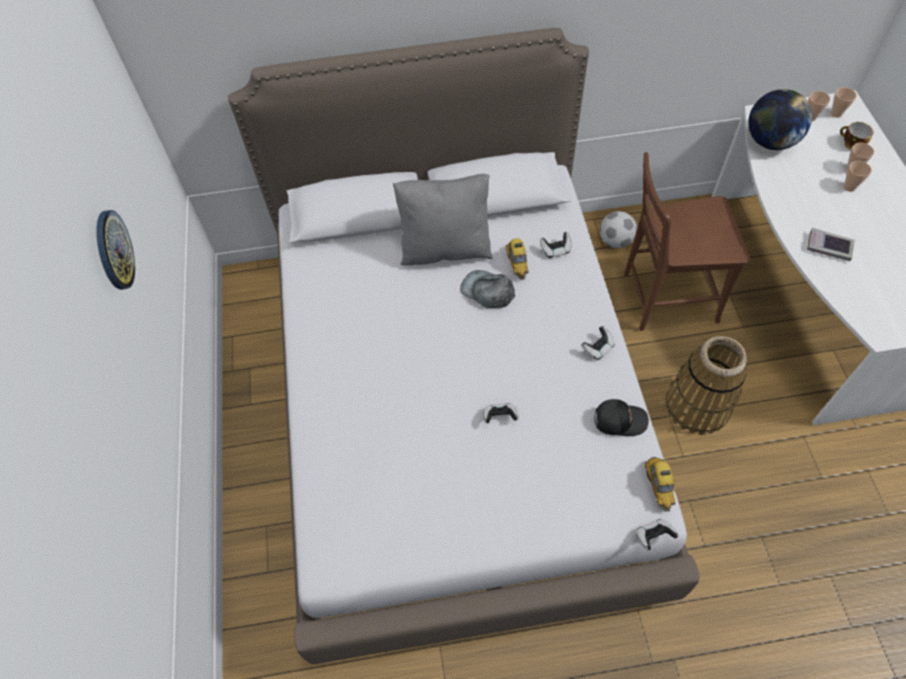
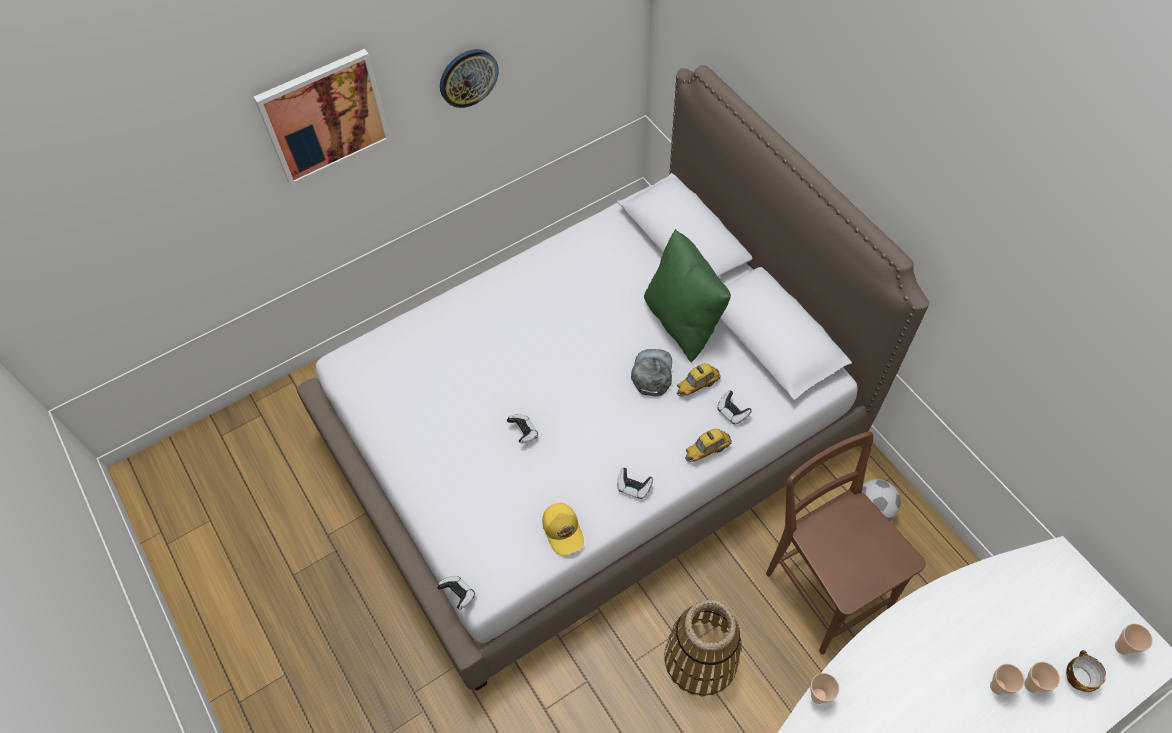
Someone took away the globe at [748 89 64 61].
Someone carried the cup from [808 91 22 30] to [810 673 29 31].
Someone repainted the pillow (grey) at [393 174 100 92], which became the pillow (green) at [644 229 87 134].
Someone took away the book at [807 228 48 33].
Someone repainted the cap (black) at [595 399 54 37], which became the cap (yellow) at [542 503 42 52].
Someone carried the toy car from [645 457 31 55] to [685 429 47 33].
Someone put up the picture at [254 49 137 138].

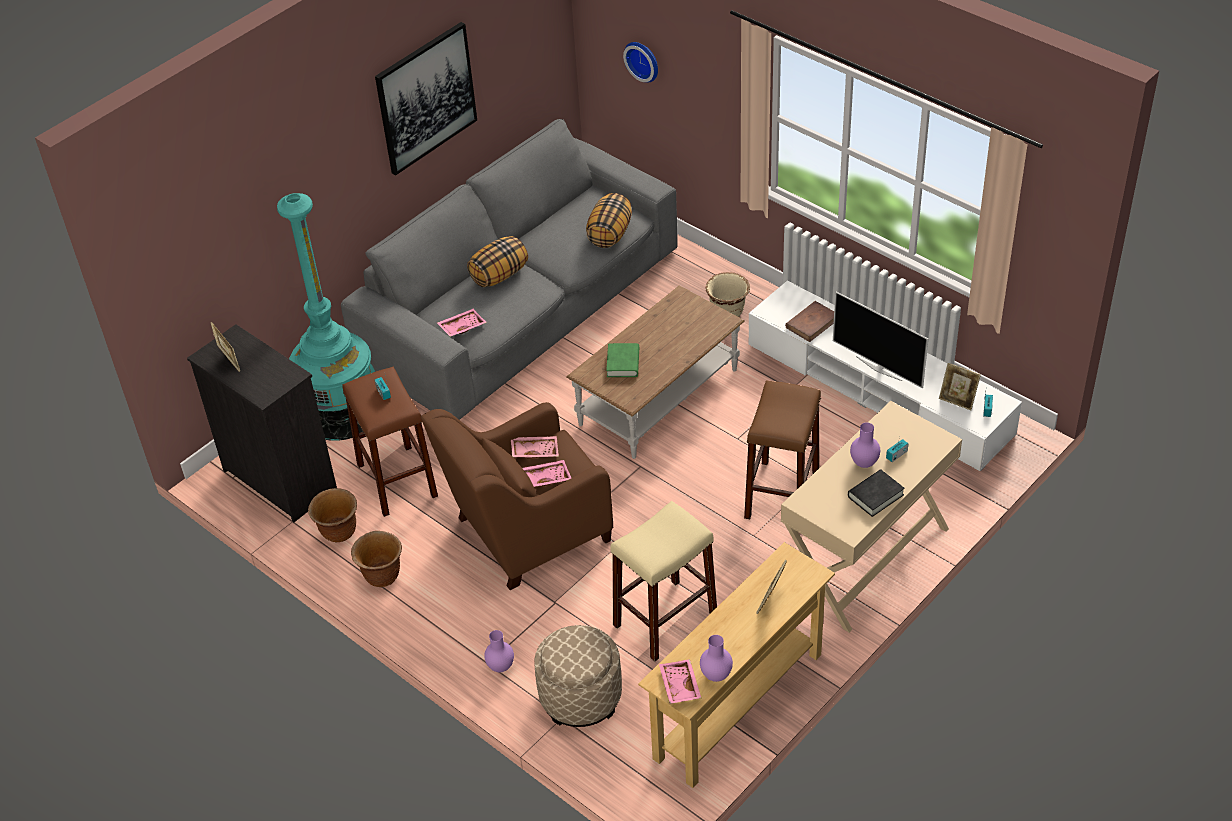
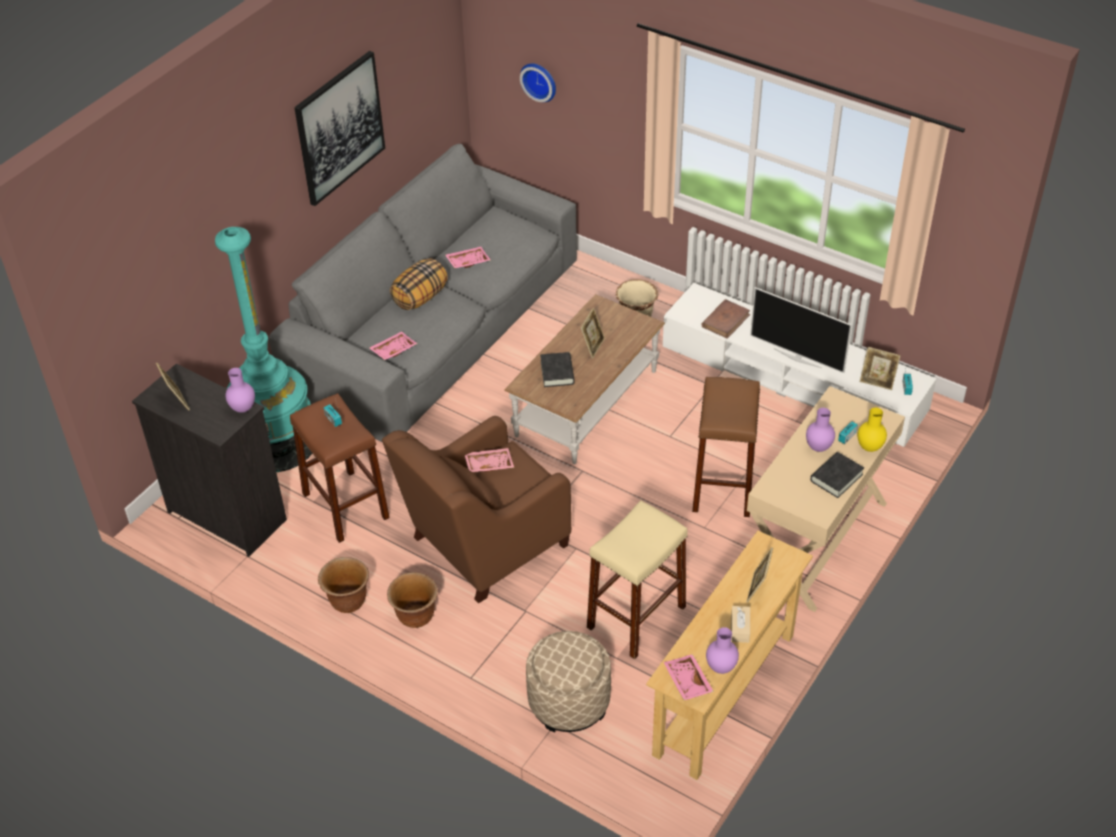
Someone took away the pillow at [586 193 46 55].
Someone repainted the book (green) at [606 343 33 34], which became the book (black) at [540 352 35 35].
Someone carried the tray (pink) from [523 460 48 27] to [445 247 46 21].
Someone carried the planter (brown) from [308 488 49 54] to [387 572 51 56].
Someone carried the vase (purple) from [484 630 30 42] to [225 368 30 45].
Someone put down the picture frame at [581 308 24 51].
Someone put down the vase (yellow) at [857 408 30 44].
Someone put down the tissue box (beige) at [731 606 19 37].

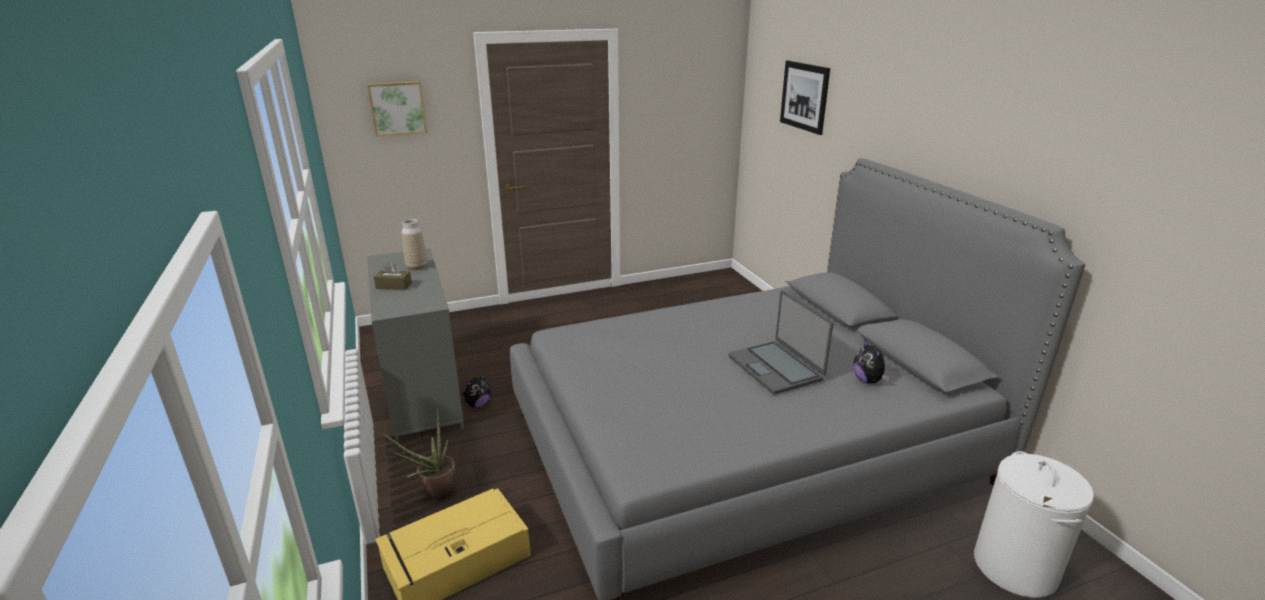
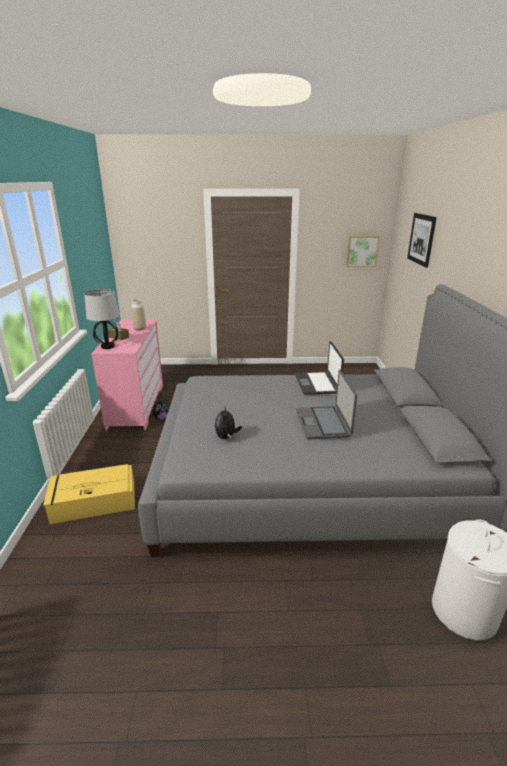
Someone carried the picture from [367 81 60 56] to [346 236 34 31].
Someone repainted the dresser (grey) at [367 248 97 195], which became the dresser (pink) at [91 320 72 111].
Someone carried the plush toy from [853 338 37 46] to [215 405 27 34].
Someone took away the potted plant at [381 409 74 91].
Someone put down the table lamp at [84 289 36 60].
Someone put down the laptop at [295 341 49 54].

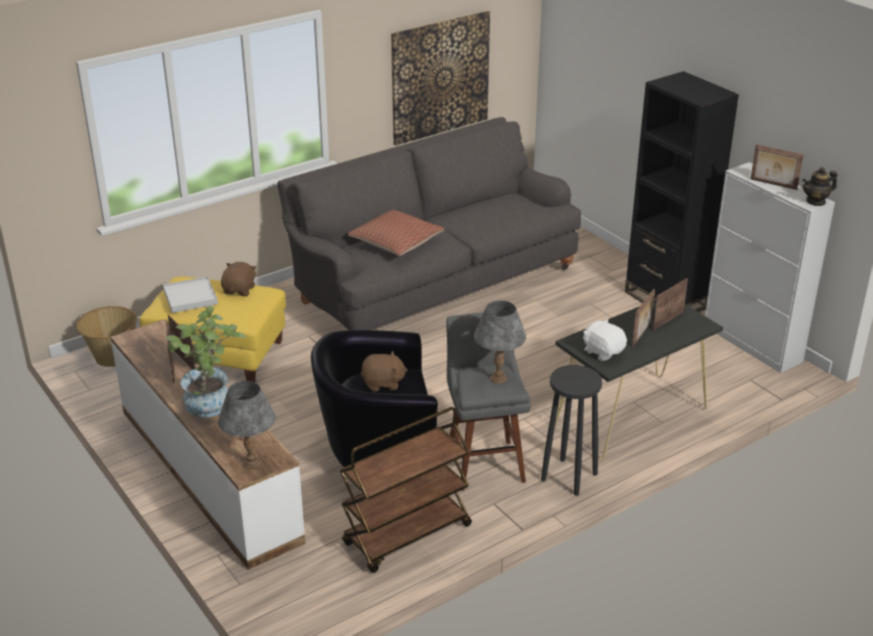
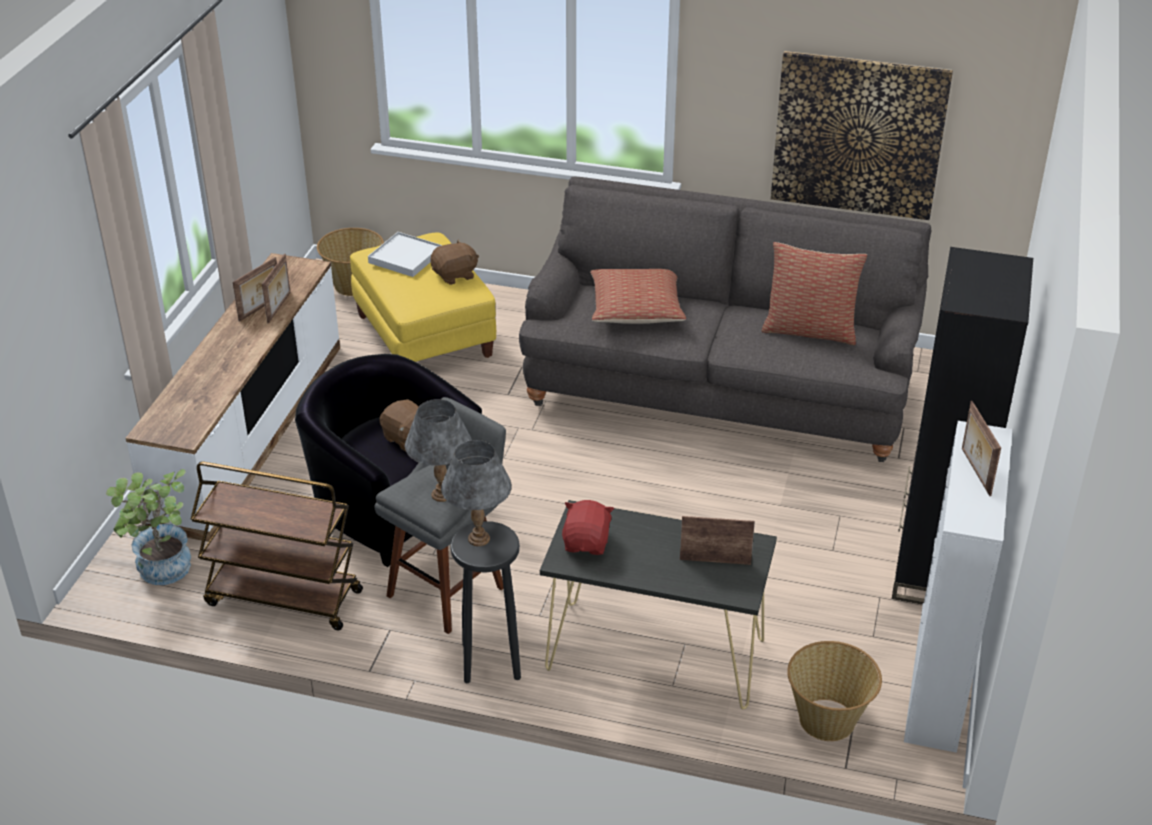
Someone took away the teapot at [802 167 35 39].
Someone took away the picture frame at [632 289 23 58].
Someone carried the potted plant from [165 306 81 111] to [106 469 85 116].
Someone repainted the plush toy (white) at [583 319 44 42], which became the plush toy (red) at [562 500 52 55].
Someone carried the table lamp (grey) from [218 381 58 88] to [441 440 71 106].
Someone put down the pillow at [762 242 105 103].
Someone put down the basket at [787 641 95 100].

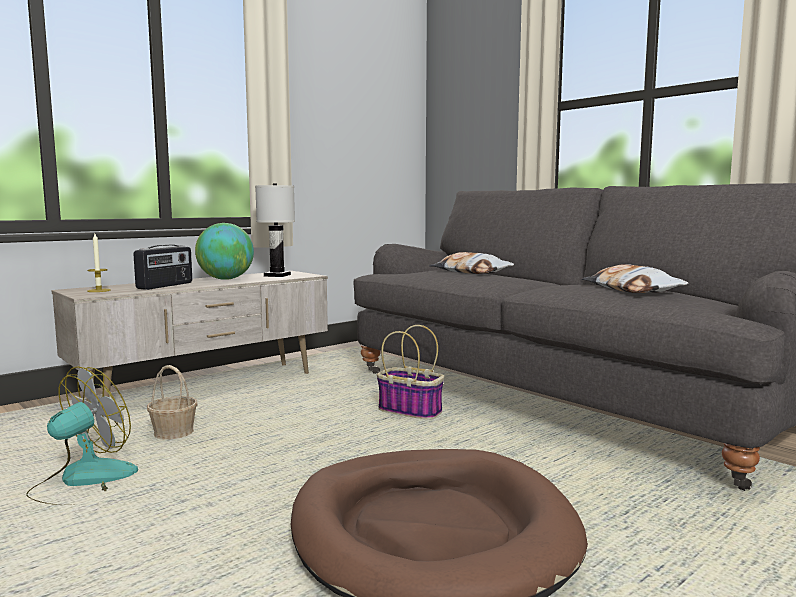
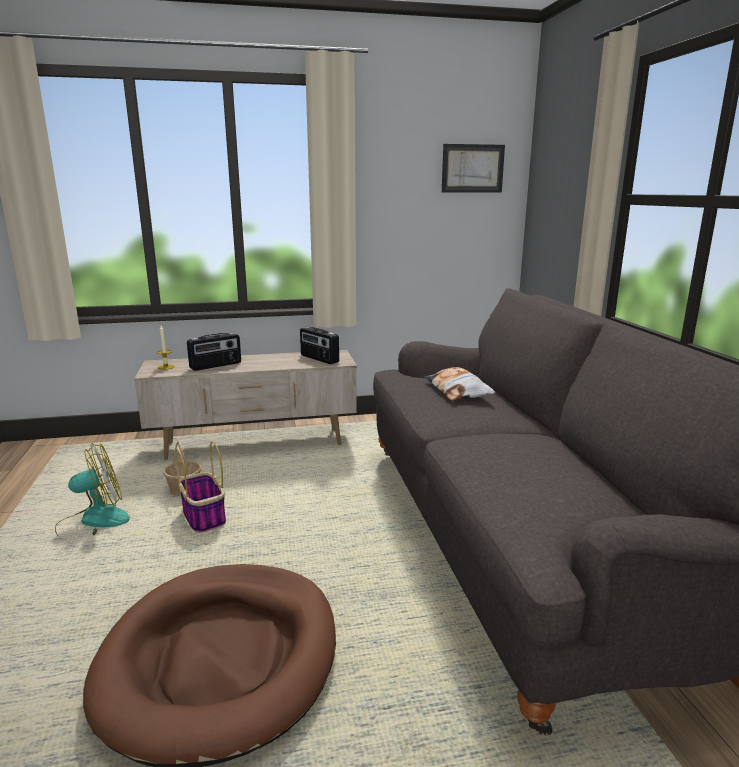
Someone swapped the table lamp (white) at [255 183 40 94] for the radio at [300 327 39 37].
Someone took away the globe at [195 223 59 57].
Someone took away the pillow at [581 264 107 29].
Someone carried the basket from [377 325 67 94] to [175 441 51 92].
Someone put up the picture at [442 144 63 49].

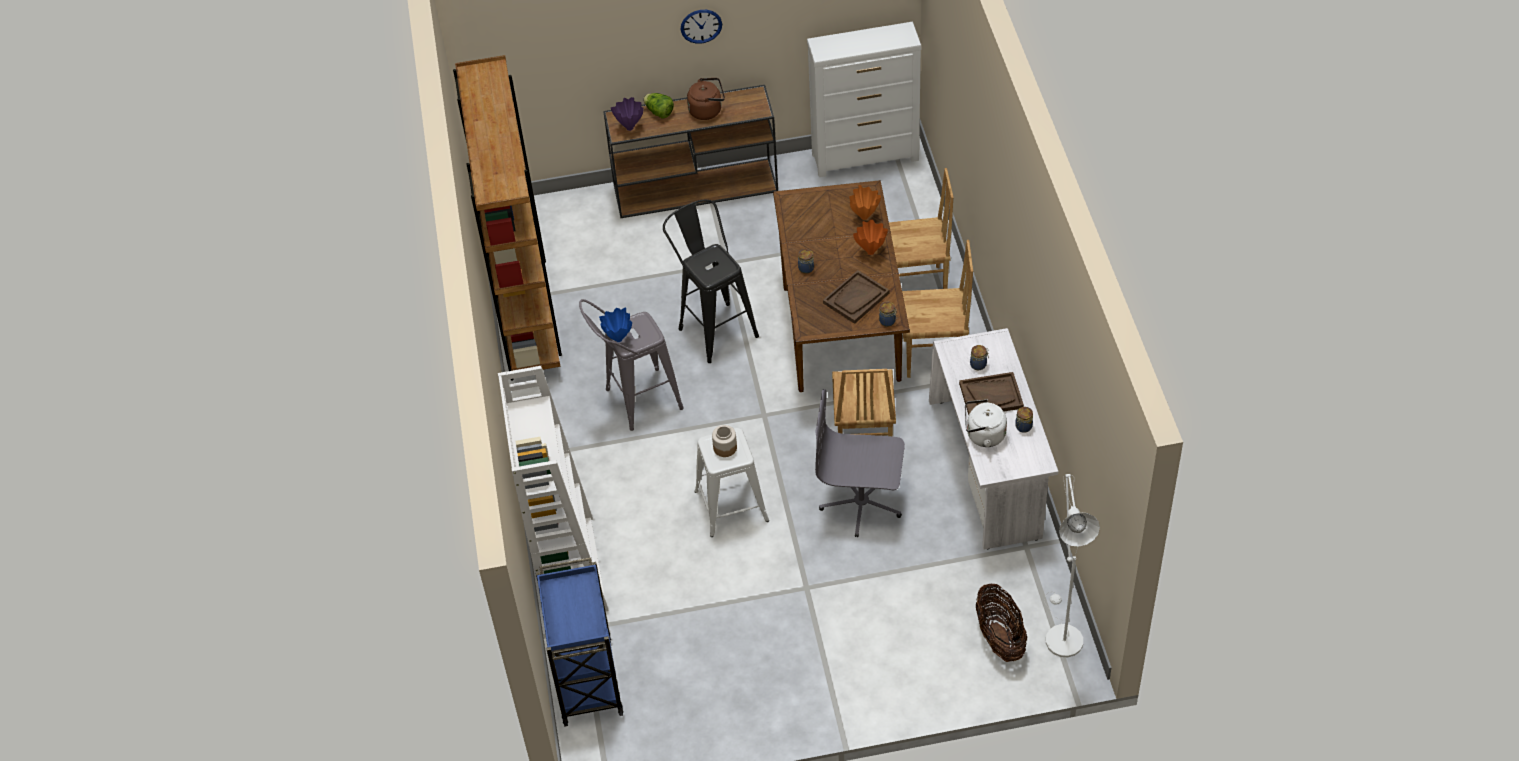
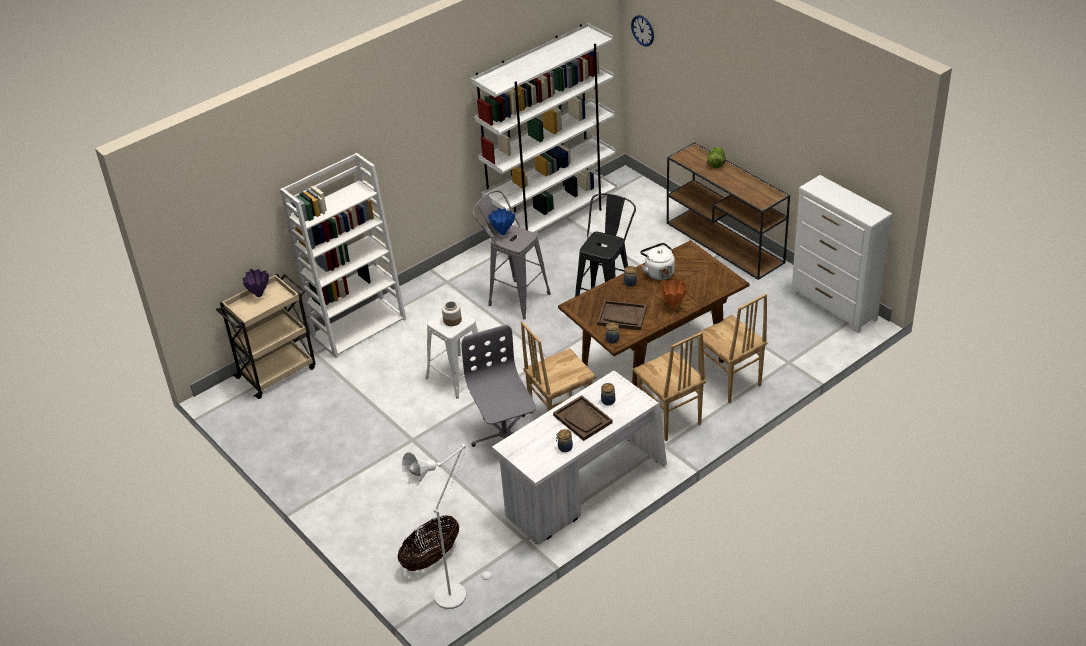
Someone carried the wall clock from [680 10 42 34] to [631 15 23 32].
Someone repainted the bookcase (brown) at [453 55 109 325], which became the bookcase (white) at [470 23 147 215].
Someone took away the kettle (brown) at [687 78 38 42].
Someone carried the vase (purple) from [611 97 33 34] to [243 269 26 28].
Someone took away the vase (orange) at [849 185 32 35].
Someone carried the kettle (white) from [965 399 42 48] to [640 243 35 37].
Someone repainted the cart (blue) at [536 557 88 170], which became the cart (beige) at [216 274 100 125].

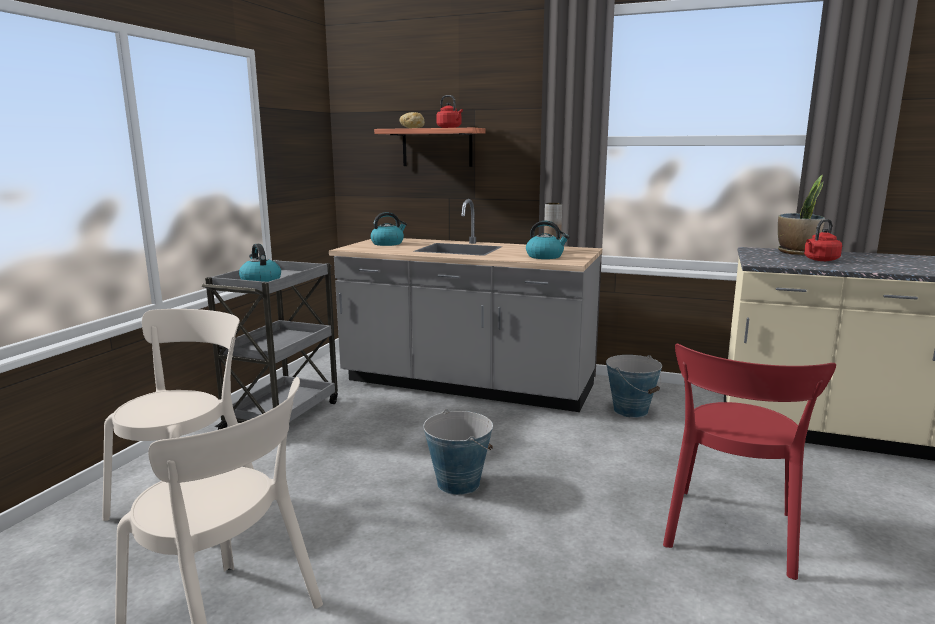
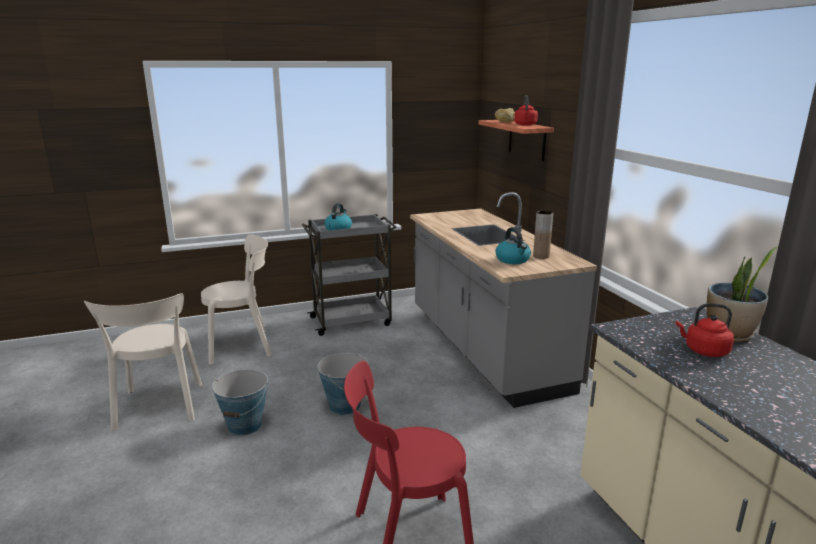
Someone took away the kettle at [370 212 37 34].
Someone carried the bucket from [606 355 56 63] to [212 369 56 67].

